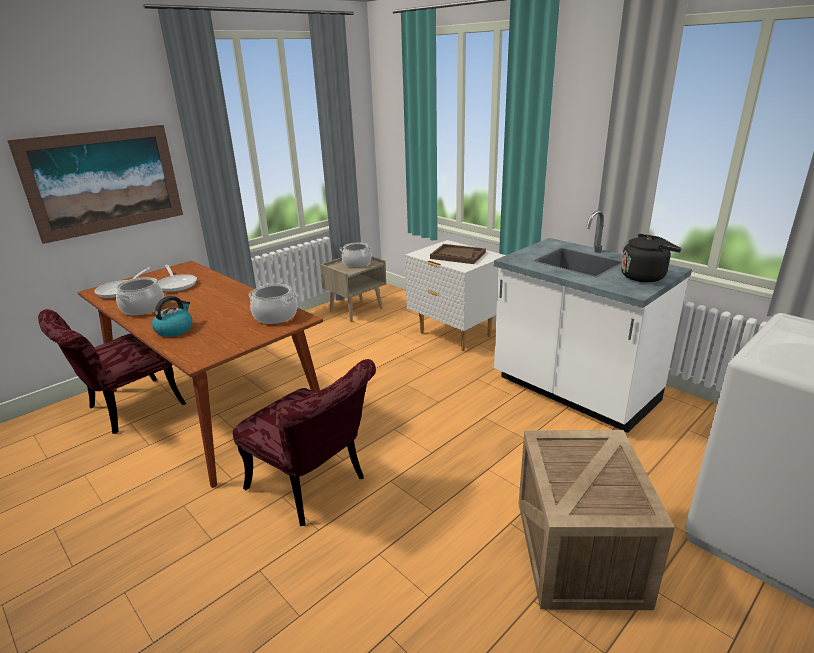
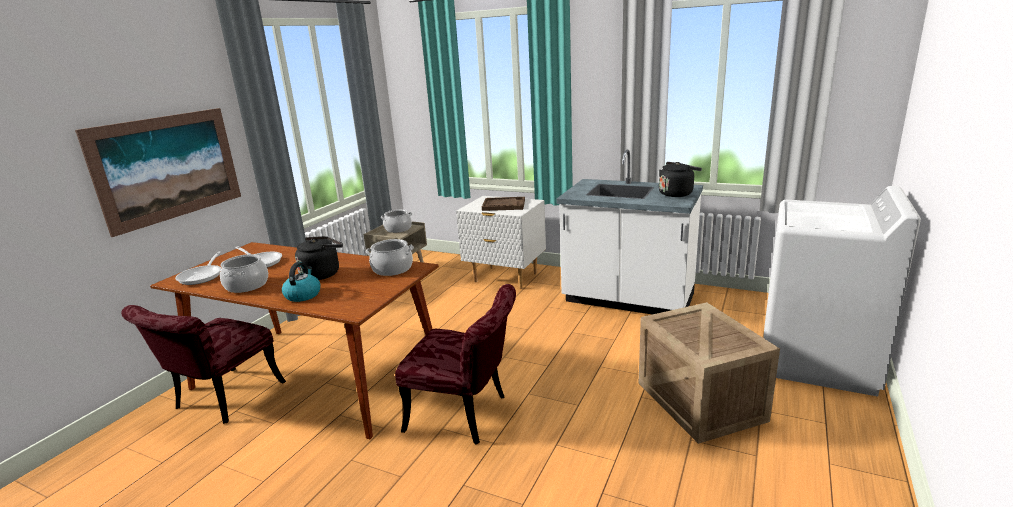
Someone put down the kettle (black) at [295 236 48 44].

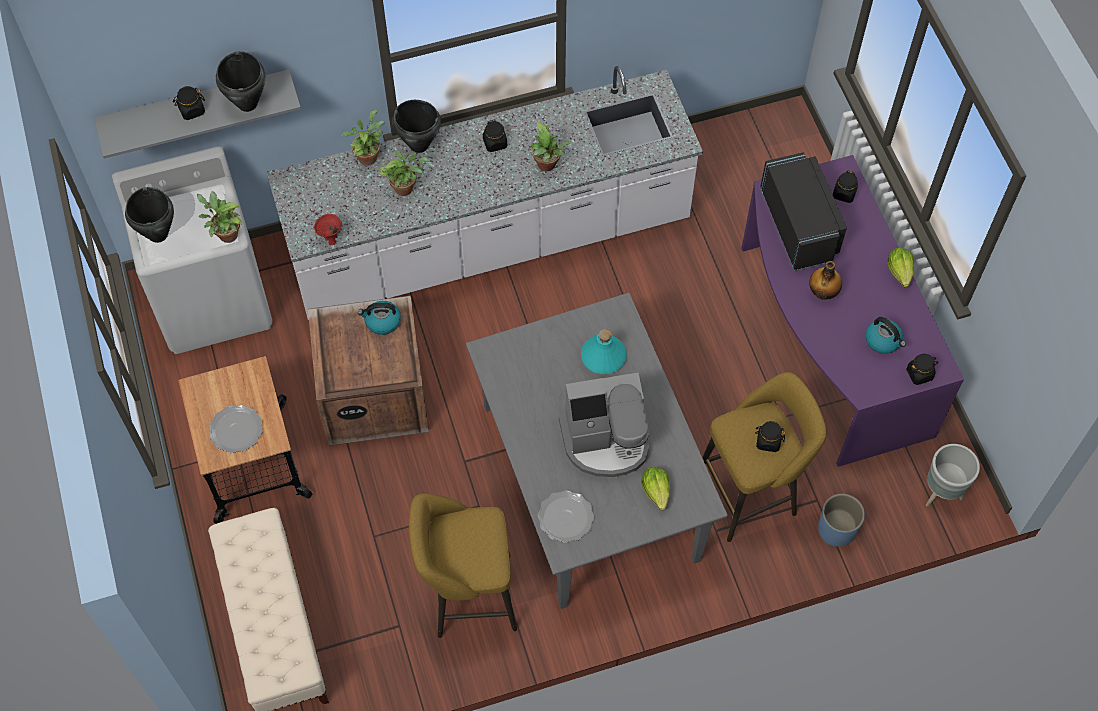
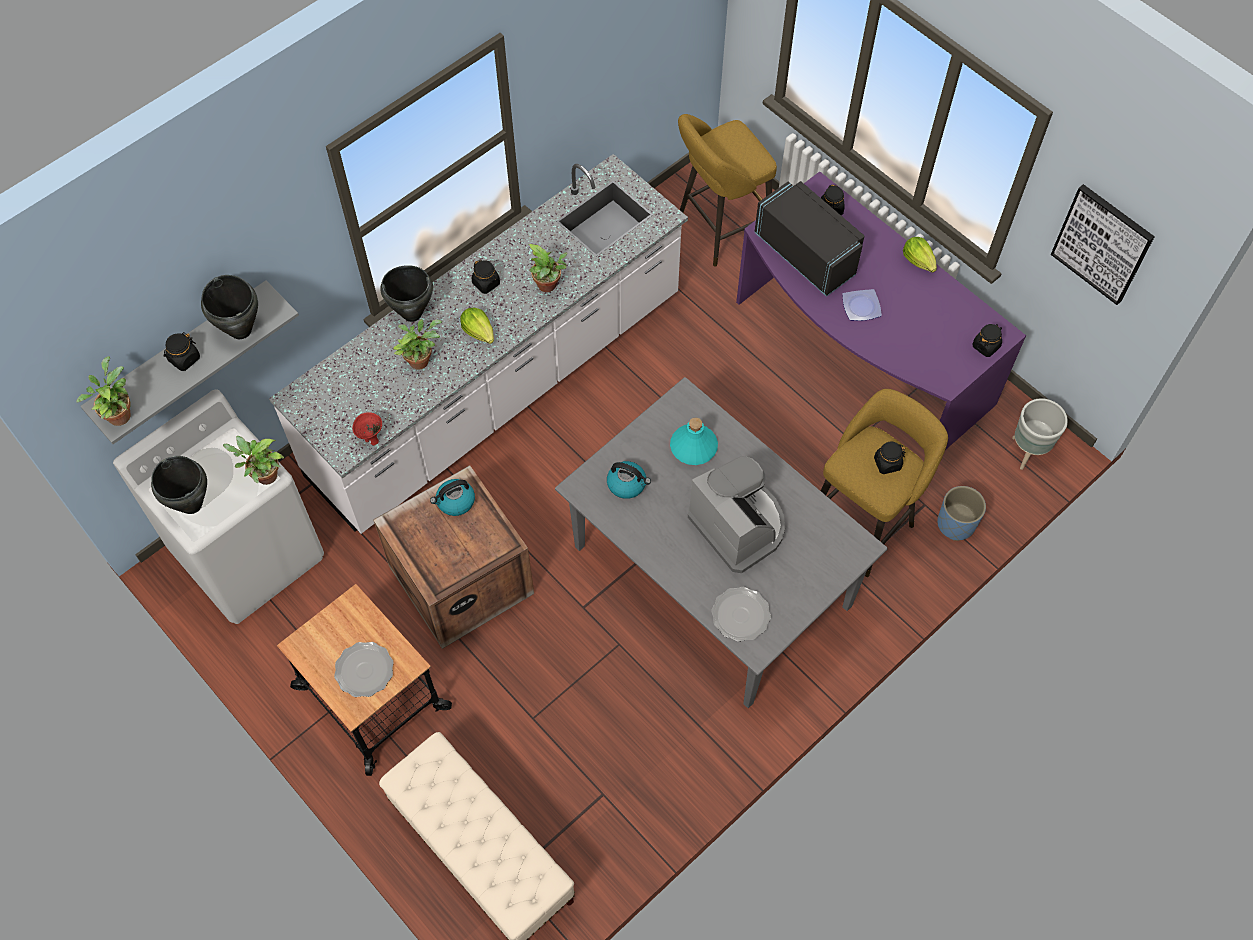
Someone carried the potted plant from [341 110 44 56] to [76 356 55 70].
Someone swapped the bottle at [809 261 33 39] for the plate at [842 289 40 32].
Someone carried the kettle from [865 317 41 37] to [607 461 44 38].
Someone rotated the coffee machine at [559 372 91 105] by 90 degrees counterclockwise.
Someone carried the lettuce from [641 467 29 43] to [460 307 34 37].
Someone carried the stool (yellow) from [409 493 108 145] to [678 114 99 153].
Someone put up the picture at [1051 184 104 121].

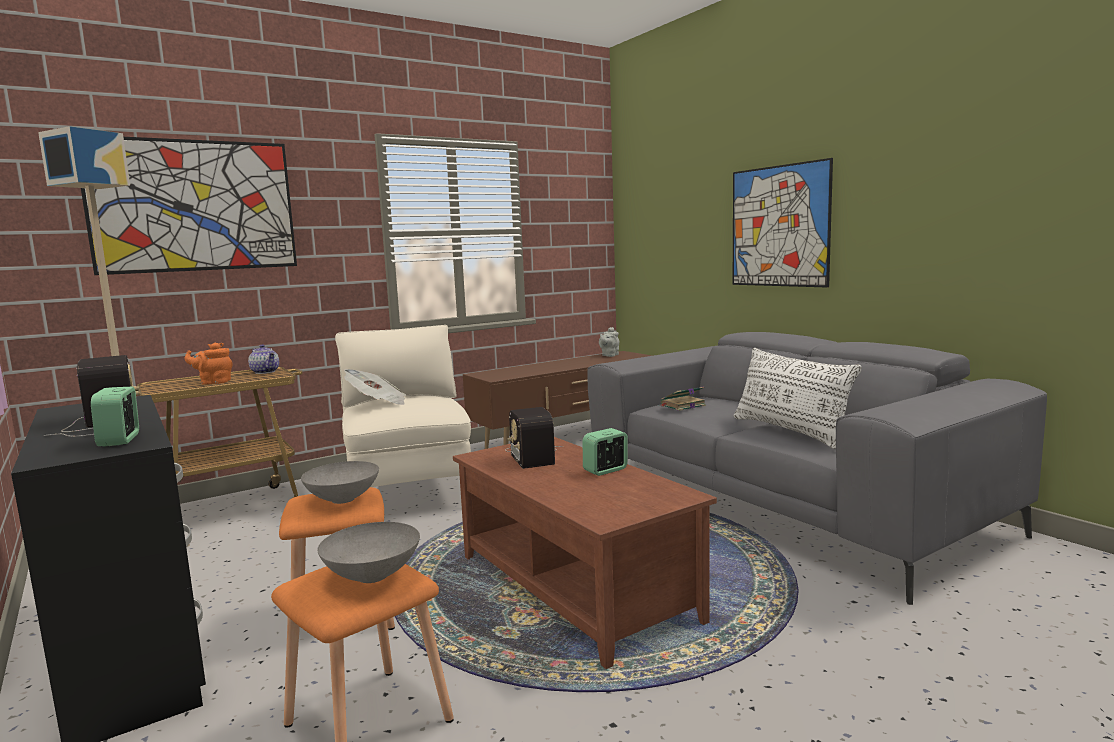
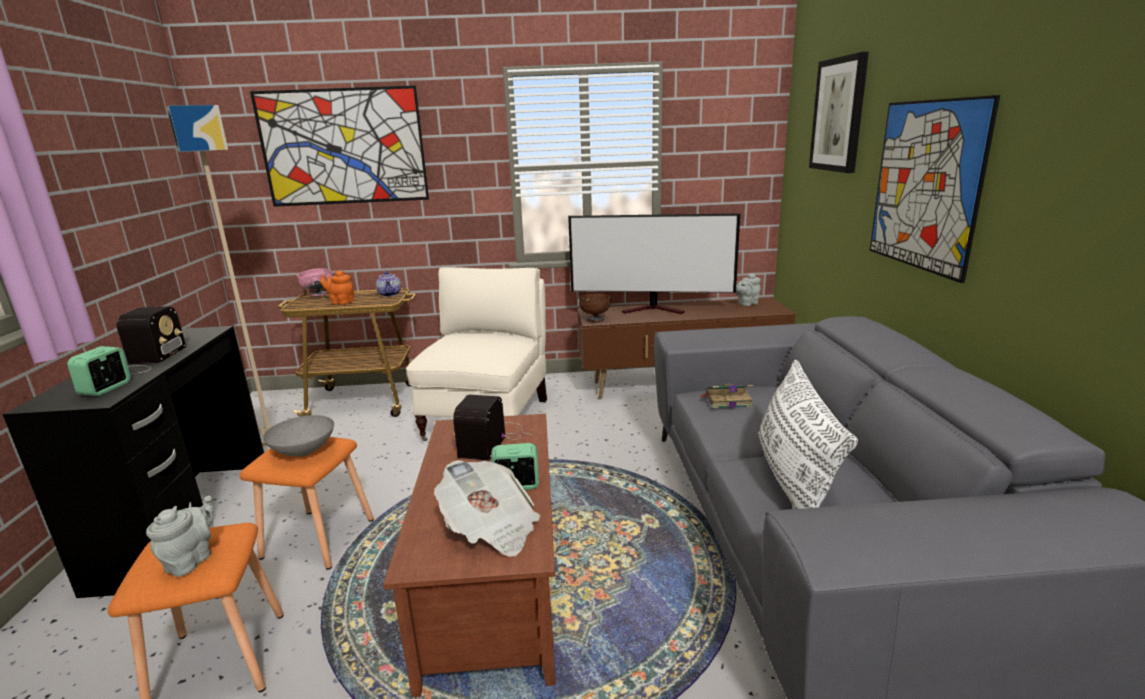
Someone carried the newspaper from [344 369 62 36] to [434 460 106 97].
Someone swapped the bowl (grey) at [317 522 103 61] for the teapot (grey) at [146 496 68 81].
Someone put up the picture at [809 52 60 121].
Someone put down the television at [568 214 172 100].
Someone put down the bowl (pink) at [297 268 35 28].
Someone put down the bowl (brown) at [579 294 32 28].

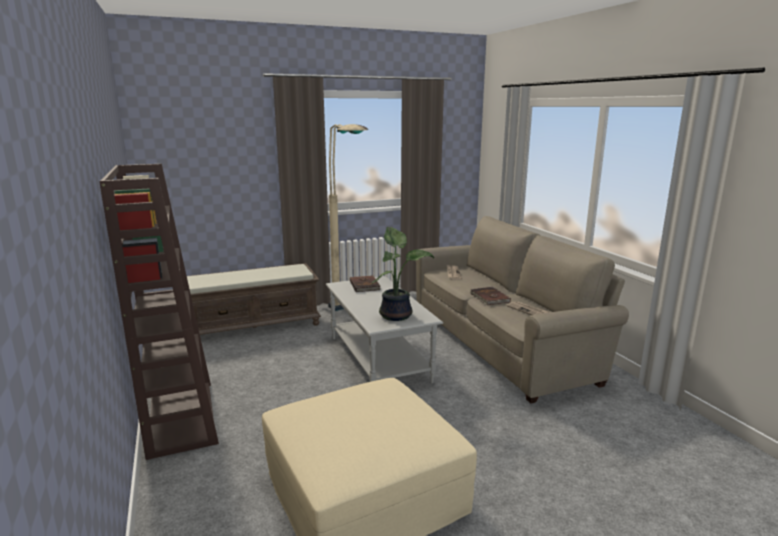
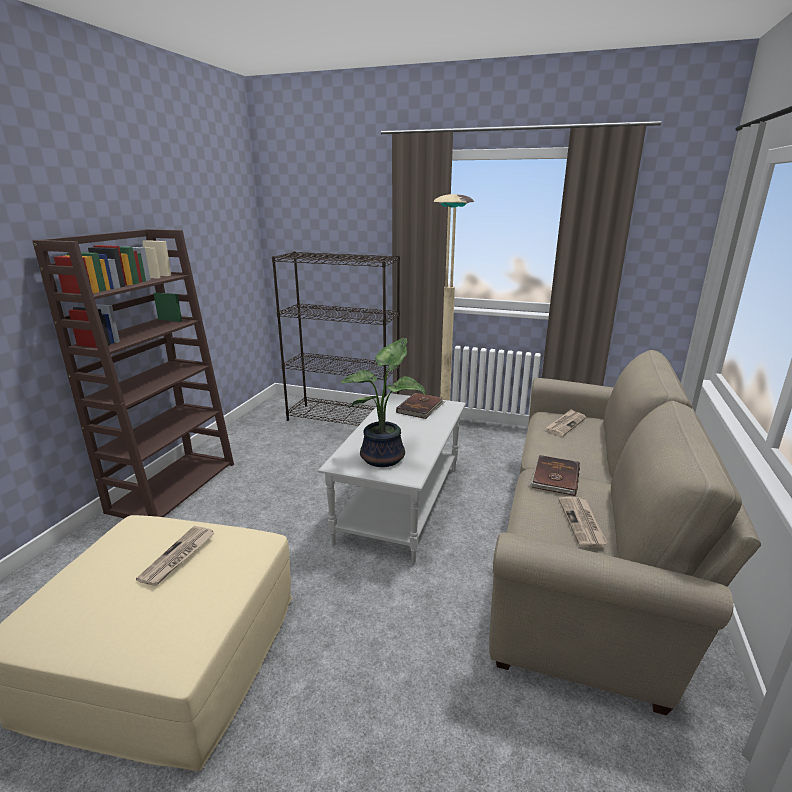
Someone swapped the bench (brown) at [187 263 134 72] for the bookcase (black) at [272 251 128 175].
Someone put down the newspaper at [136 526 78 60].

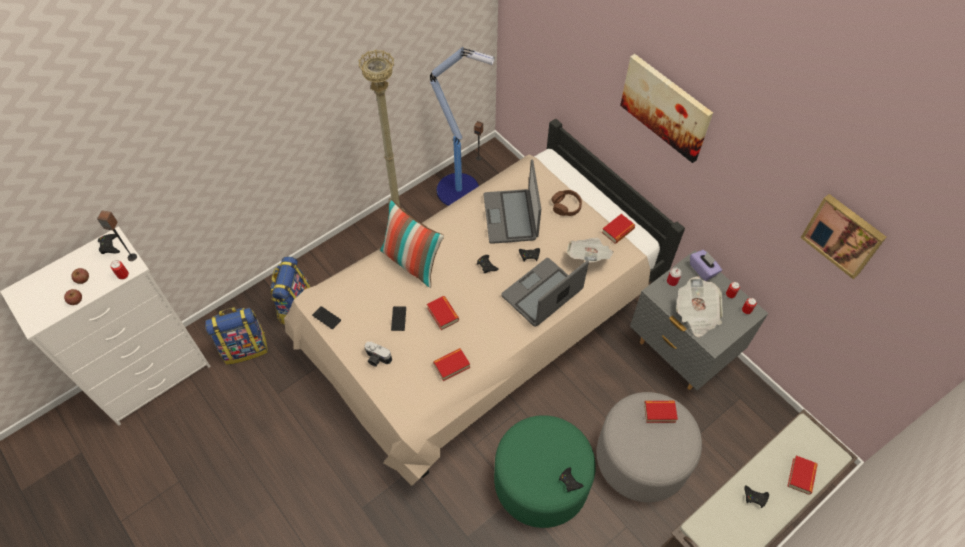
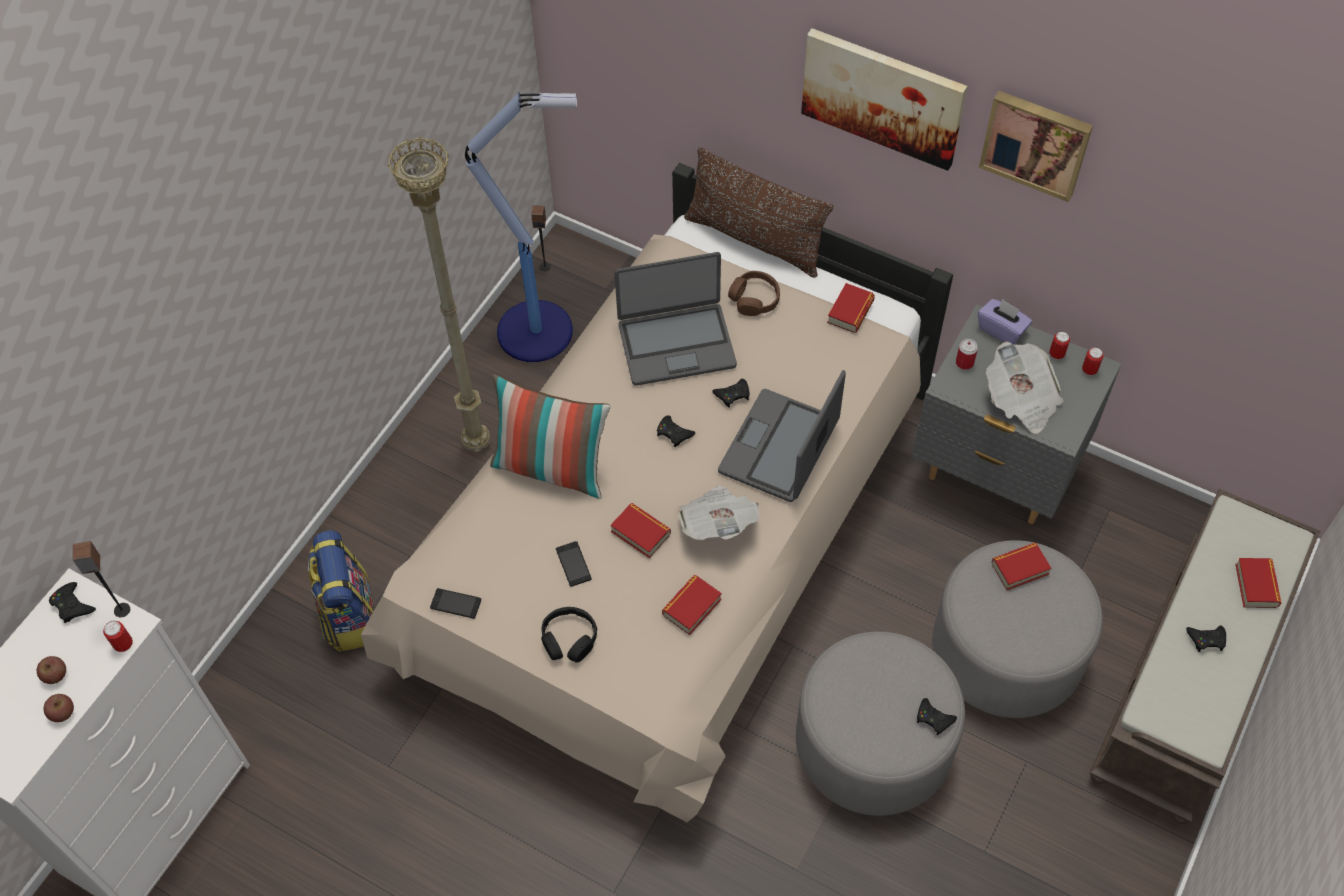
Someone rotated the laptop at [484 159 57 85] by 75 degrees counterclockwise.
Someone carried the picture from [800 194 87 85] to [979 91 114 111].
Someone carried the newspaper from [567 237 47 26] to [679 486 80 54].
Someone took away the backpack at [205 307 63 58].
Someone swapped the photo camera at [364 342 28 25] for the headphones (black) at [541 607 56 56].
Someone repainted the ottoman (green) at [494 415 102 113], which became the ottoman (grey) at [796 631 169 185].
Someone put down the pillow (brown) at [684 147 150 131].

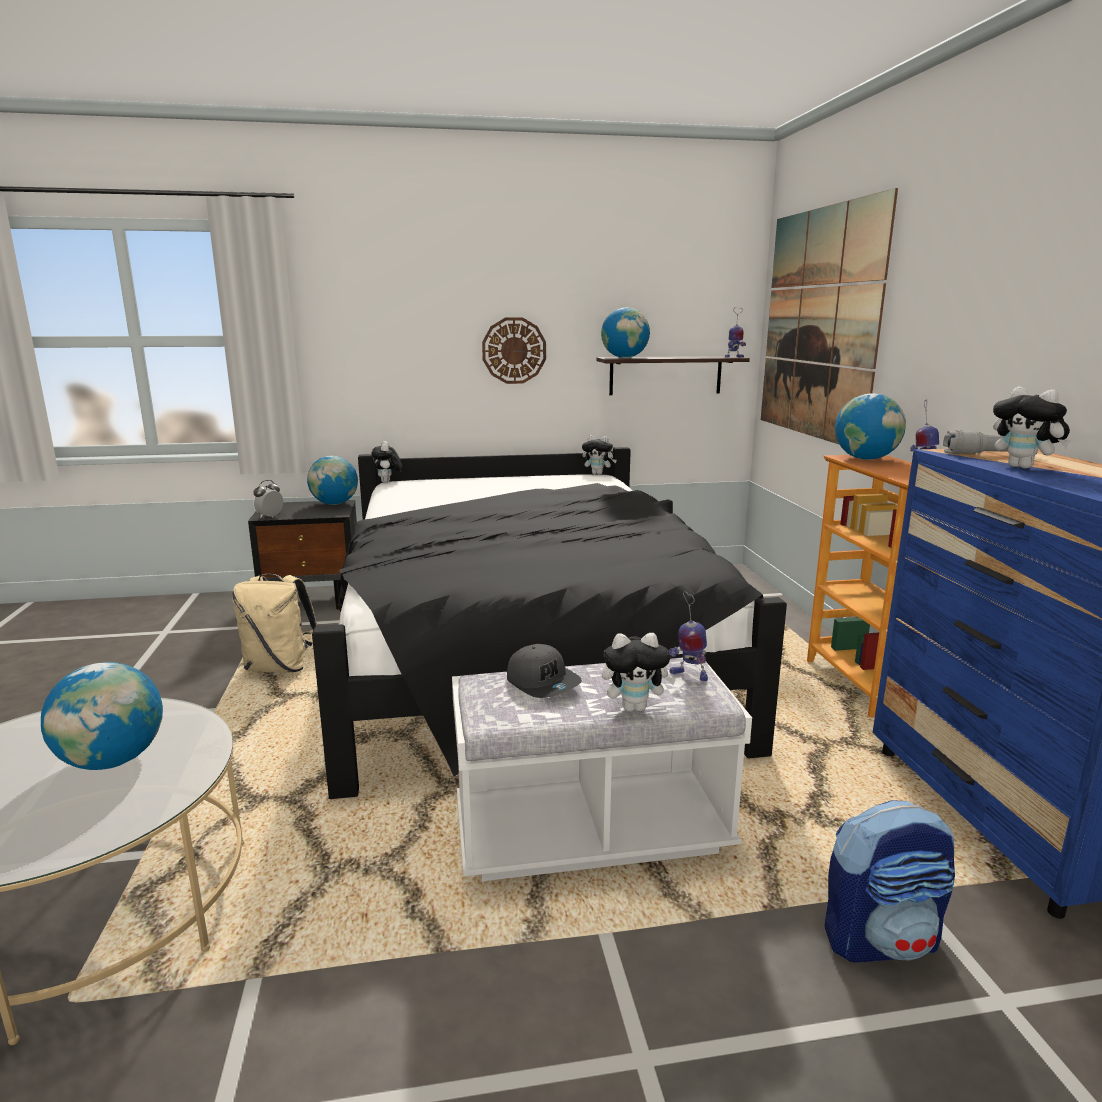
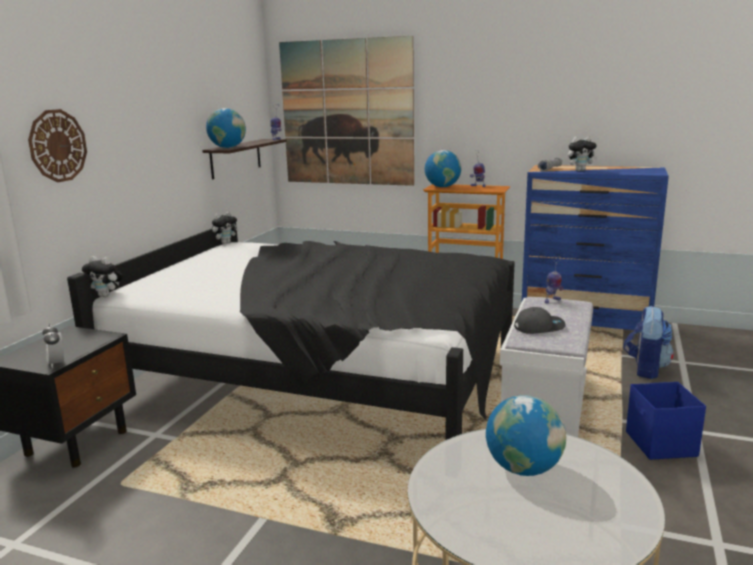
Someone carried the wall clock from [482 317 64 67] to [28 109 59 73].
Someone took away the globe at [307 456 51 49].
Someone took away the backpack (beige) at [232 574 86 98].
Someone took away the plush toy at [602 633 75 79].
Someone put down the storage box (blue) at [626 382 80 78].

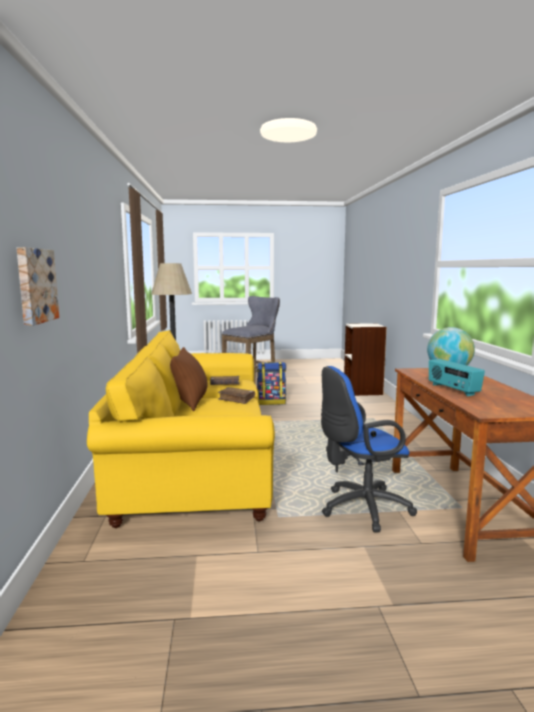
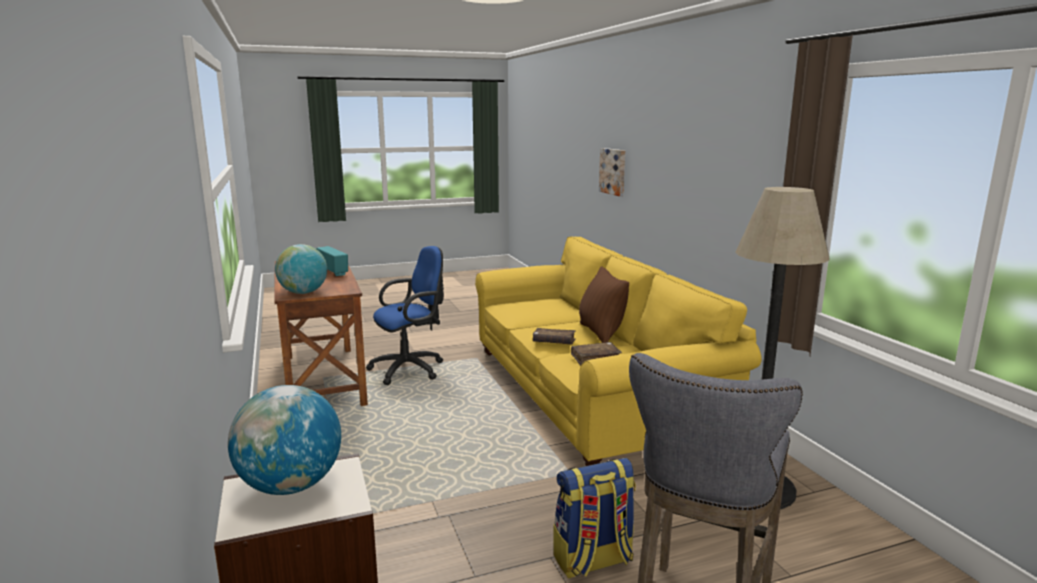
Someone put down the globe at [228 385 113 110].

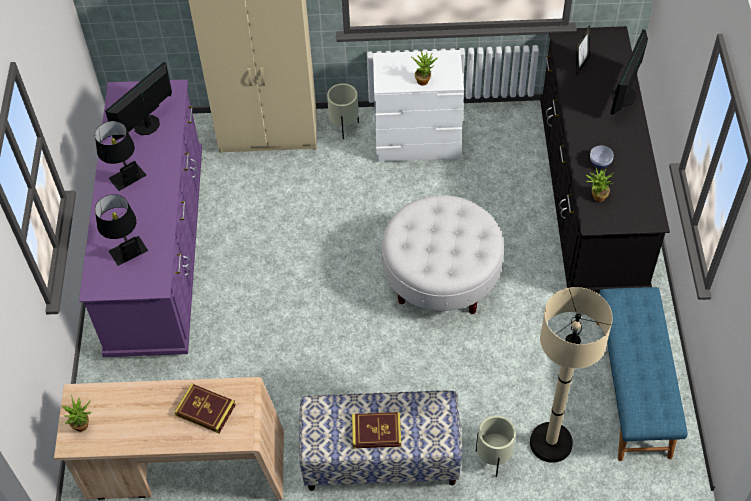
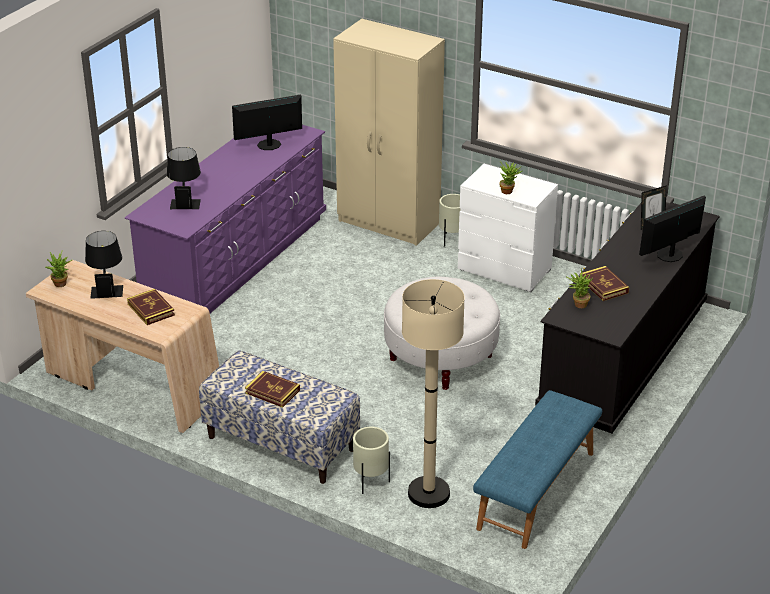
Someone carried the table lamp (black) from [95 121 51 70] to [85 231 38 68].
Someone swapped the bowl at [590 146 24 22] for the book at [580 266 49 35].

